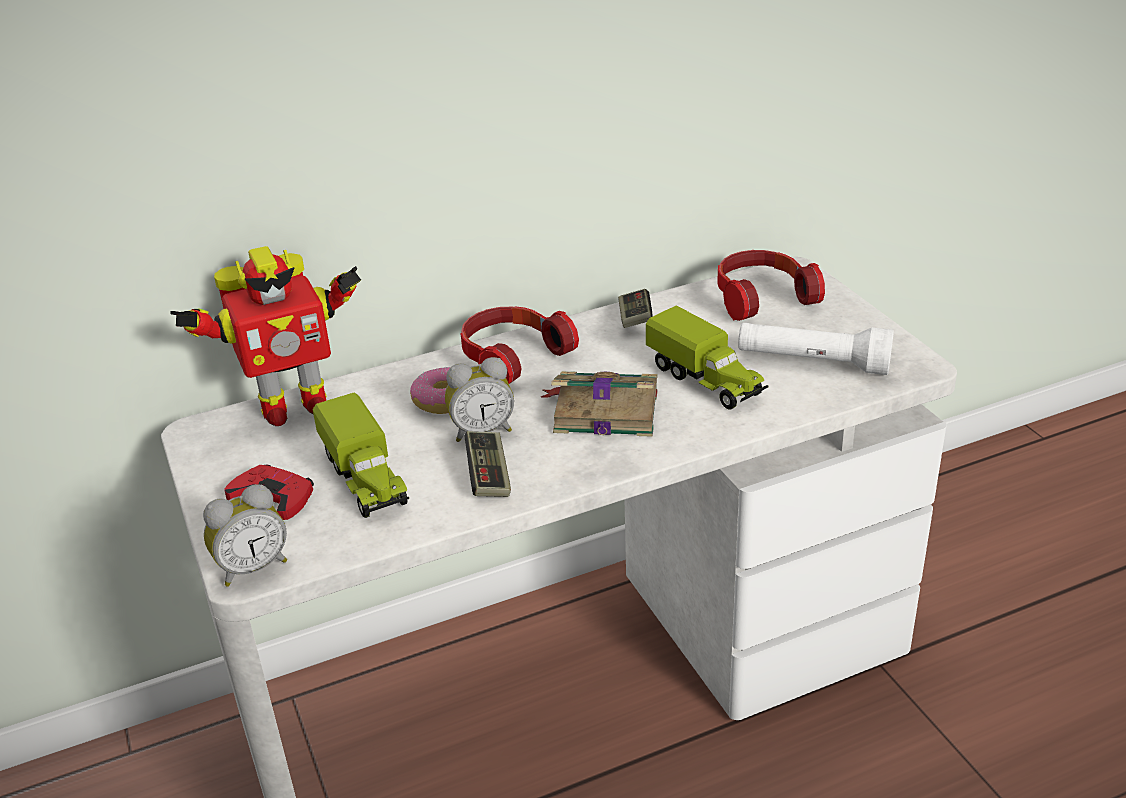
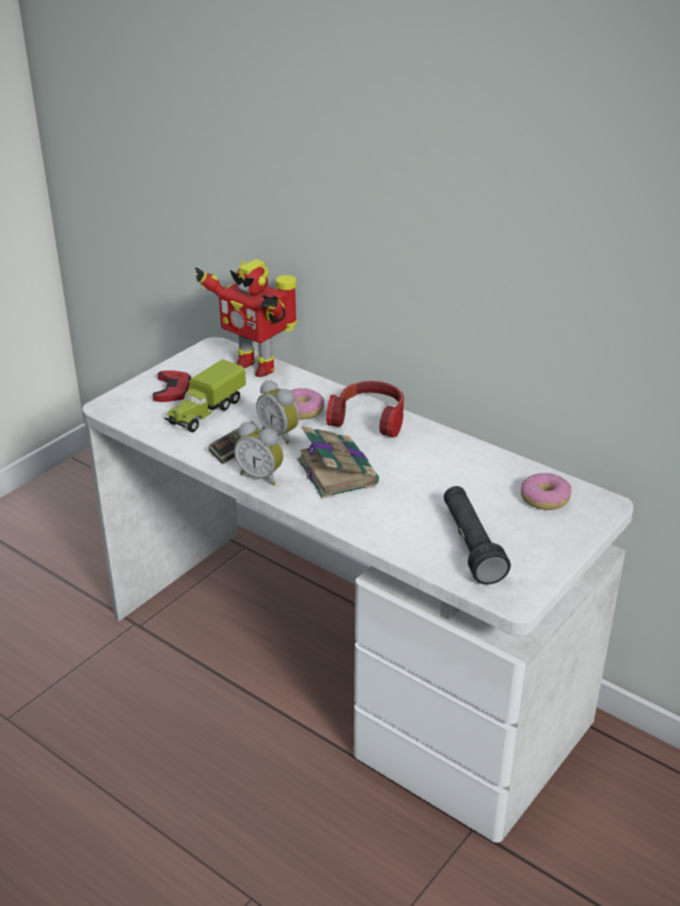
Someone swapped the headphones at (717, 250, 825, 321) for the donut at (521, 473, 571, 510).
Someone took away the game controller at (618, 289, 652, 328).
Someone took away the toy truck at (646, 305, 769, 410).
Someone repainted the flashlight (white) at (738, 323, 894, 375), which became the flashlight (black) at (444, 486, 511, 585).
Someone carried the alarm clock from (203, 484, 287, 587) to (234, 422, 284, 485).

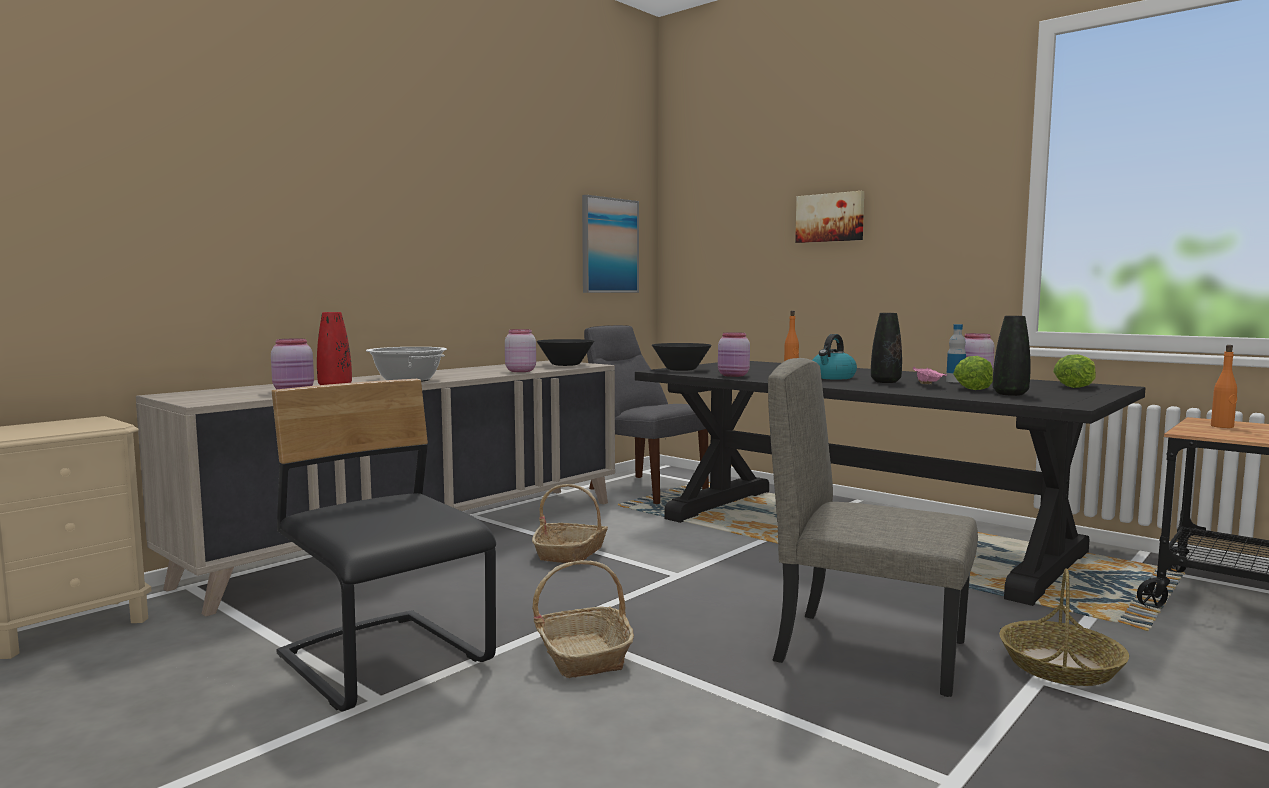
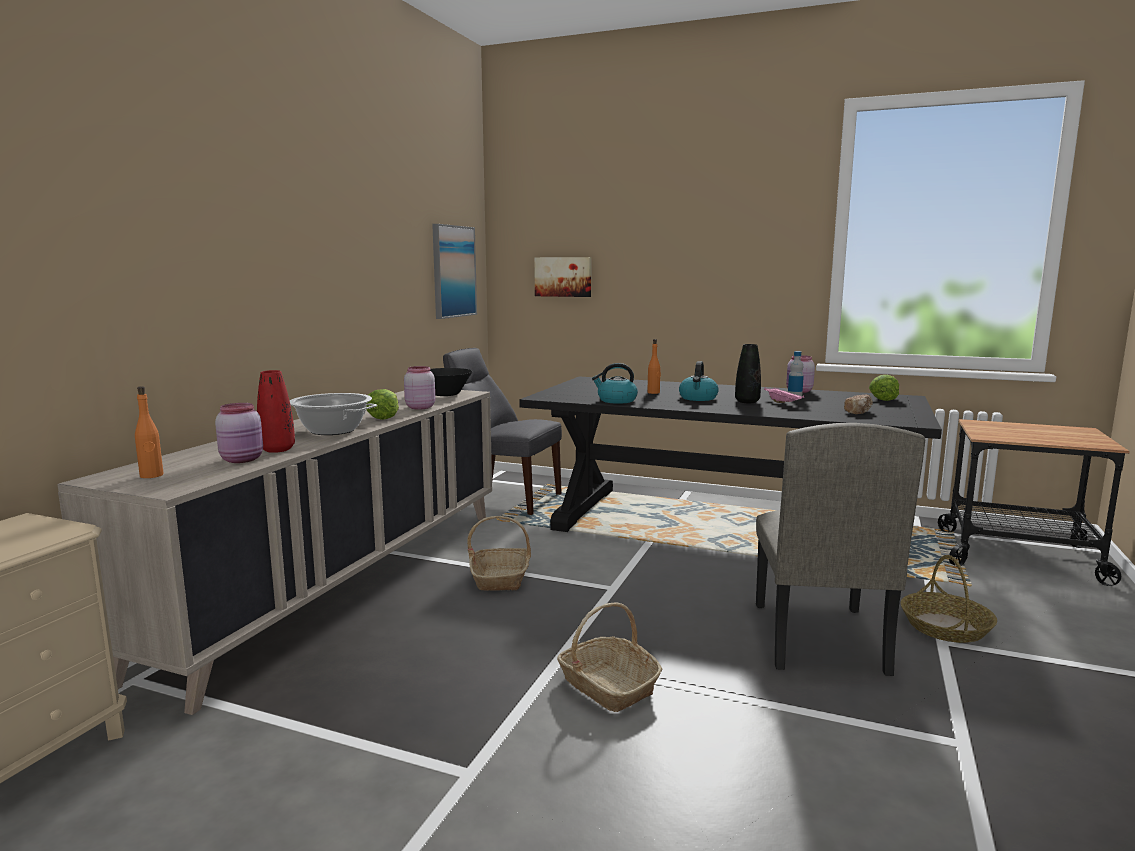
Someone carried the picture from (795, 191, 864, 243) to (534, 257, 591, 297).
Someone swapped the vase (black) at (993, 316, 1030, 396) for the bread at (844, 394, 873, 414).
Someone swapped the jar (pink) at (718, 332, 750, 377) for the kettle at (592, 363, 638, 404).
Someone took away the bowl (black) at (652, 343, 712, 371).
Someone carried the bottle (orange) from (1211, 345, 1237, 428) to (135, 386, 164, 478).
Someone carried the lettuce from (953, 356, 993, 390) to (366, 389, 399, 420).
Someone rotated the chair (beige) at (768, 358, 978, 697) by 90 degrees counterclockwise.
Someone took away the chair (black) at (272, 379, 496, 711).

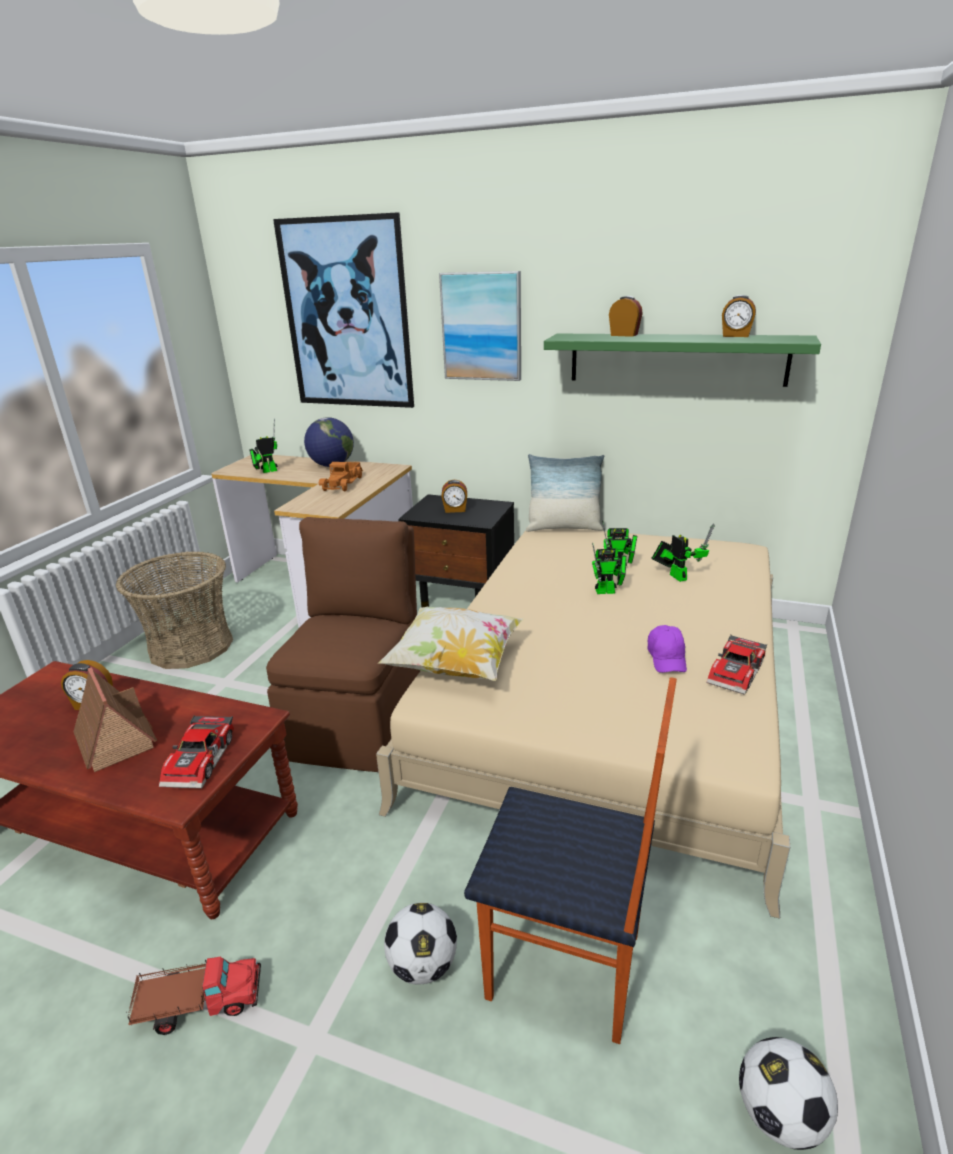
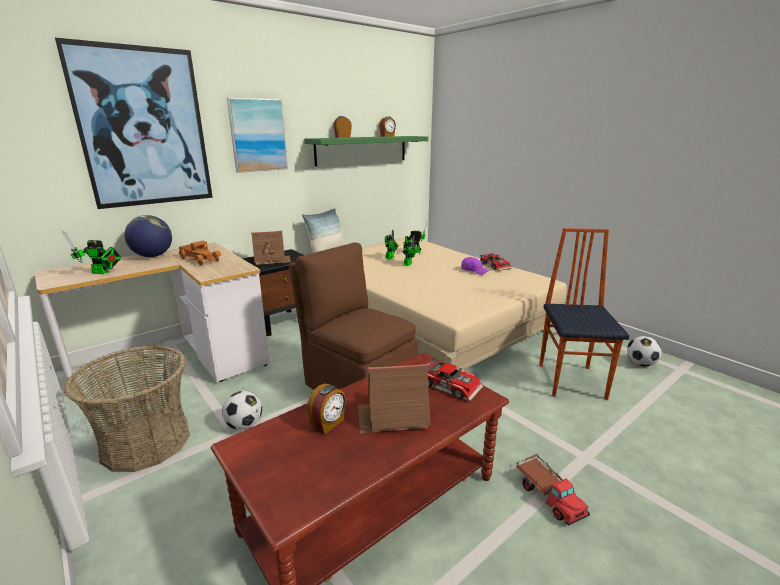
Someone rotated the toy robot at (249, 418, 278, 473) by 90 degrees counterclockwise.
Someone swapped the alarm clock at (441, 480, 467, 513) for the toy house at (251, 231, 291, 265).
Someone took away the pillow at (378, 607, 524, 681).
Someone rotated the chair at (464, 677, 677, 1044) by 45 degrees counterclockwise.
Someone carried the football from (384, 903, 457, 984) to (222, 391, 262, 430).
Someone rotated the toy truck at (127, 957, 261, 1035) by 135 degrees clockwise.

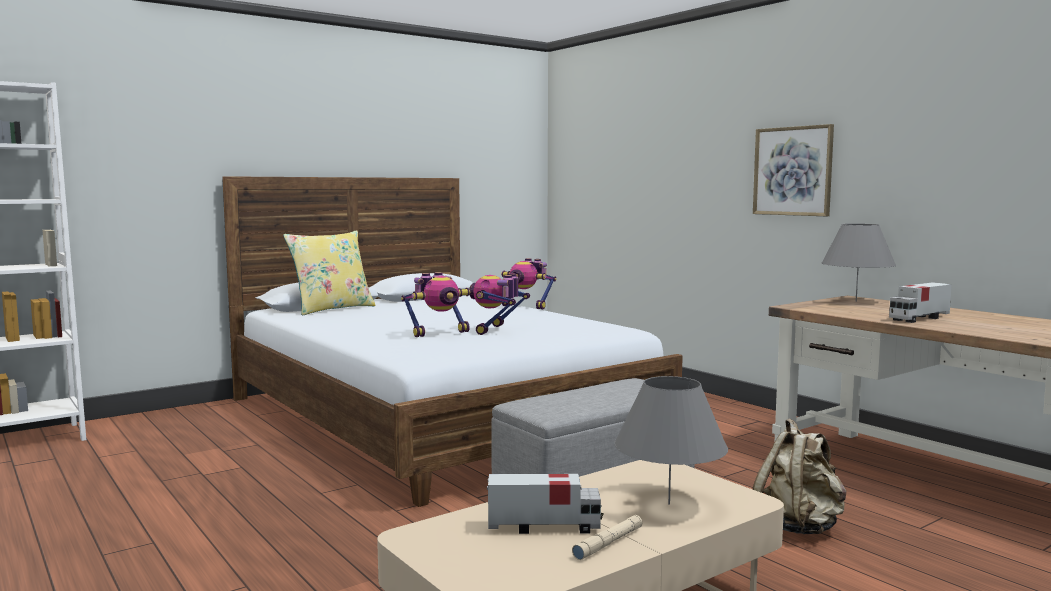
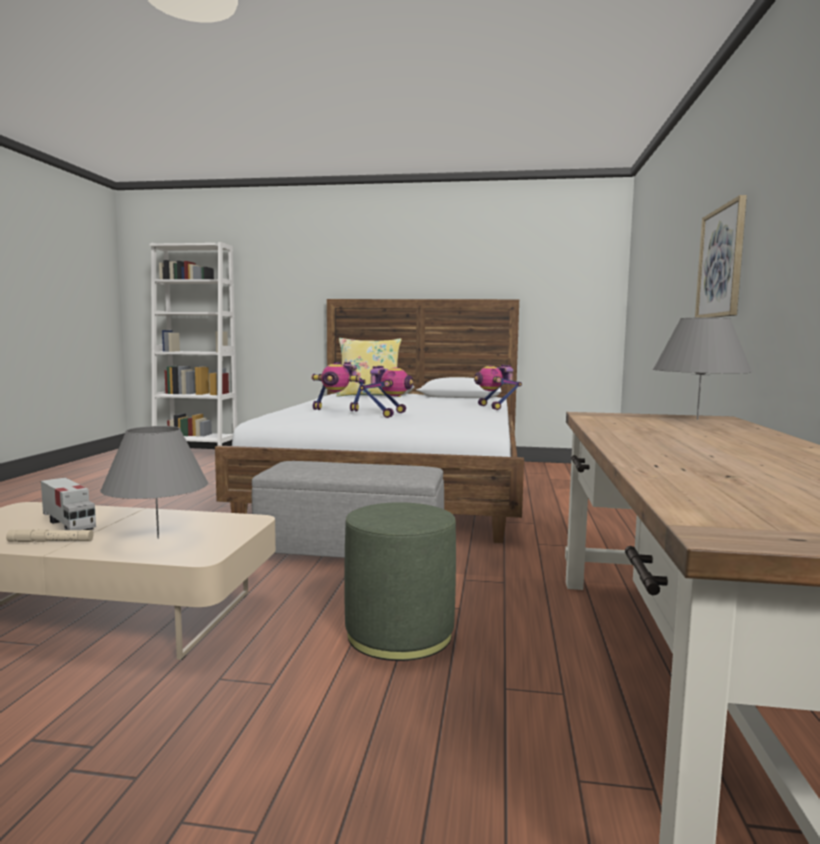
Someone rotated the toy robot at (469, 274, 530, 335) by 135 degrees clockwise.
Someone took away the toy truck at (889, 282, 952, 323).
Someone swapped the backpack (beige) at (753, 418, 847, 534) for the ottoman (green) at (344, 502, 456, 661).

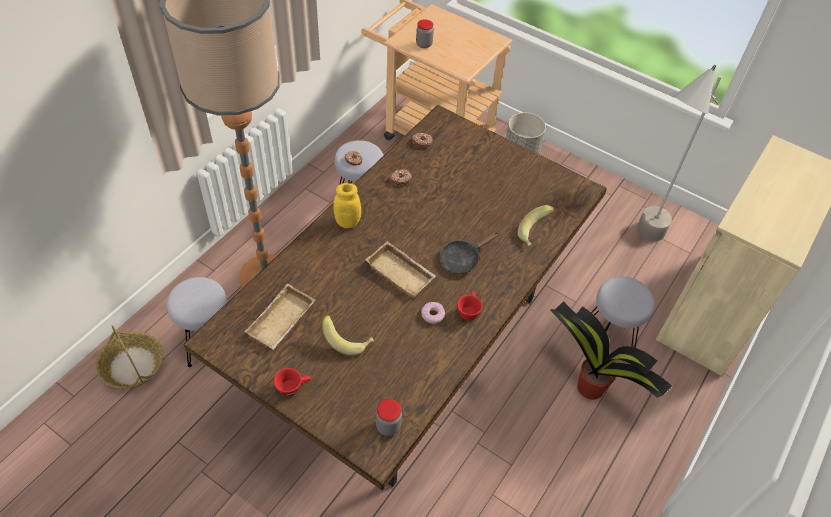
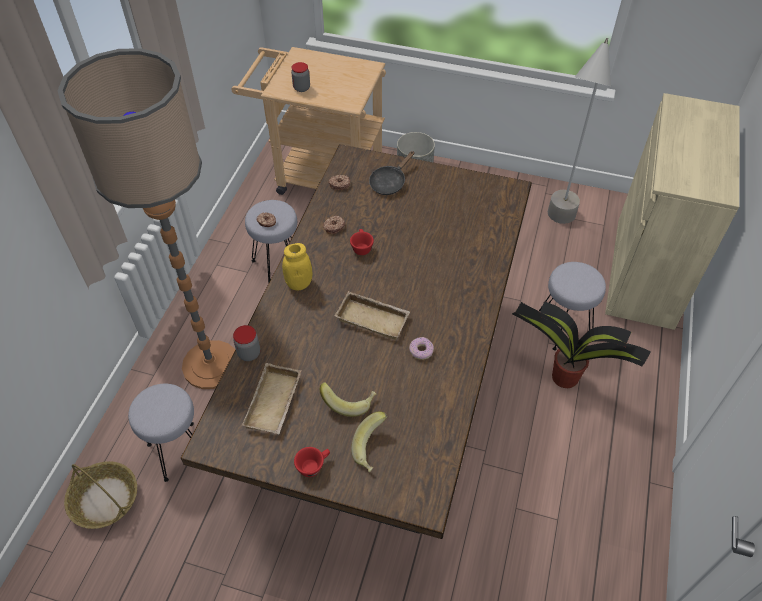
Someone carried the banana from (518, 205, 554, 246) to (351, 412, 387, 472).
Someone carried the frying pan (black) from (439, 231, 500, 274) to (369, 151, 414, 195).
Someone carried the cup (red) from (457, 291, 483, 320) to (350, 229, 374, 255).
Someone carried the jar from (376, 399, 402, 436) to (233, 325, 260, 361).

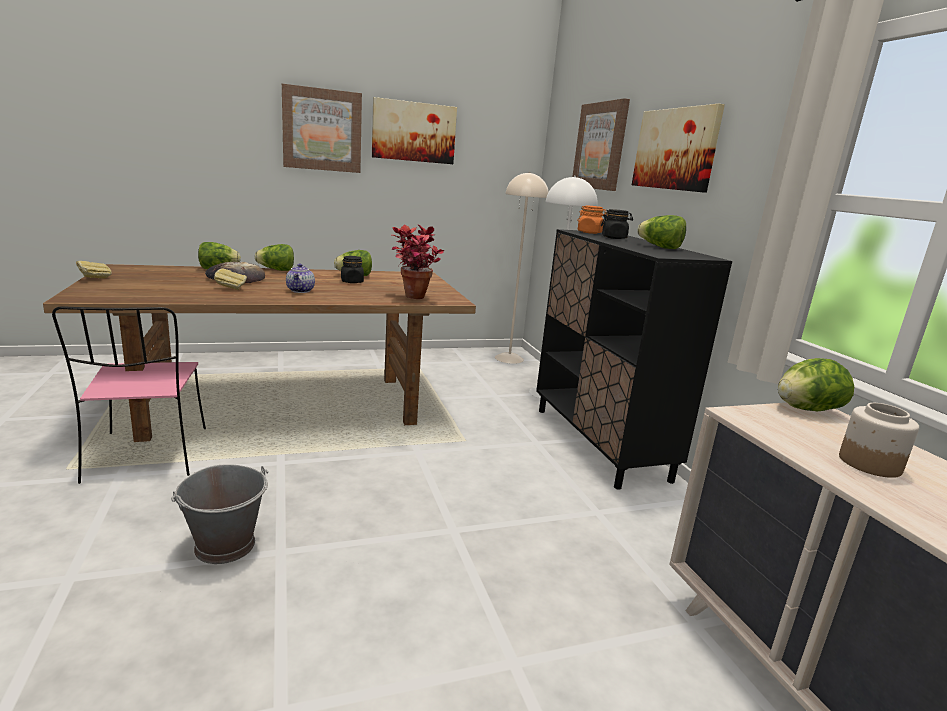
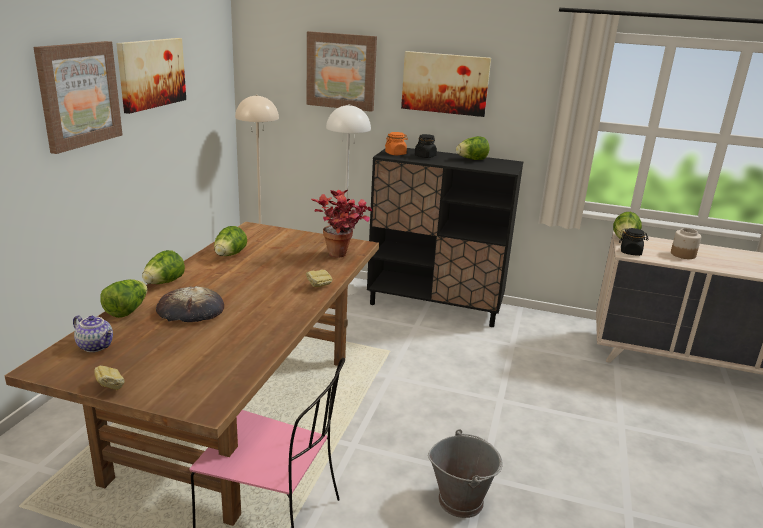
Someone carried the jar (black) from (341, 256, 364, 283) to (619, 228, 649, 256).
Someone carried the teapot from (286, 264, 315, 293) to (73, 315, 113, 352).
Someone carried the bread from (214, 268, 247, 290) to (306, 269, 332, 287).

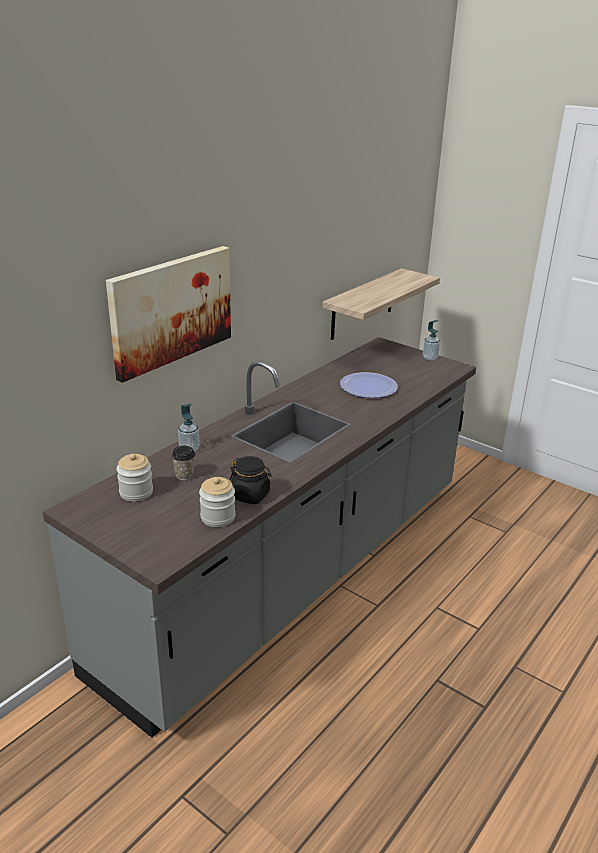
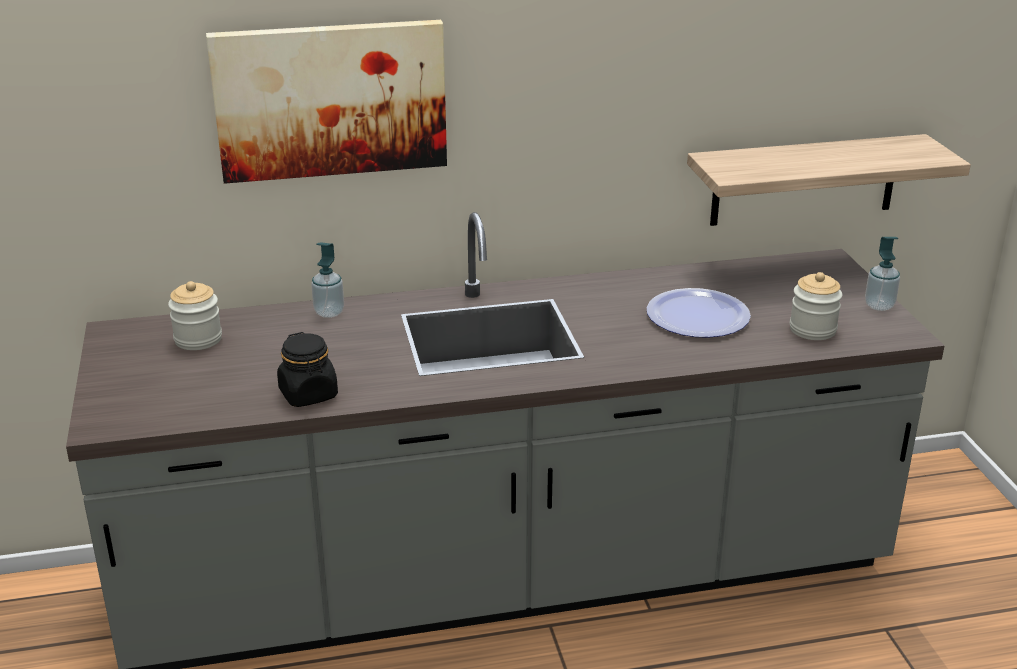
Someone took away the cup at (172, 446, 195, 481).
Someone carried the jar from (199, 477, 236, 527) to (790, 272, 842, 340).

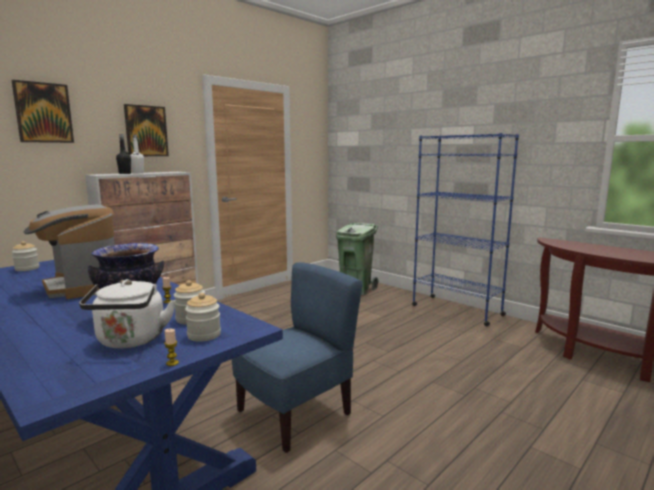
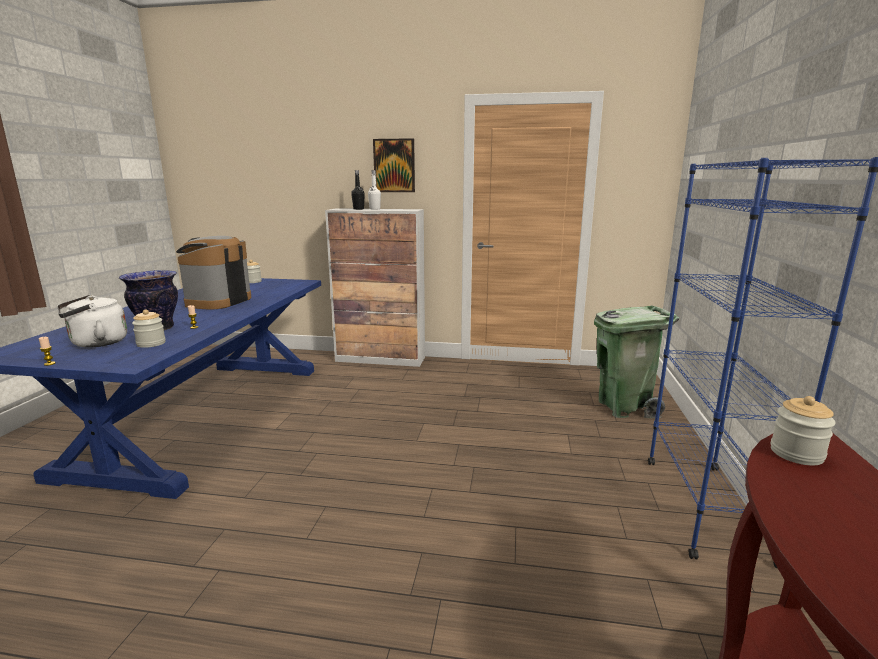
Someone took away the picture at (11, 80, 74, 143).
Someone took away the chair (blue) at (232, 262, 363, 453).
Someone carried the jar from (185, 293, 221, 342) to (771, 396, 836, 466).

